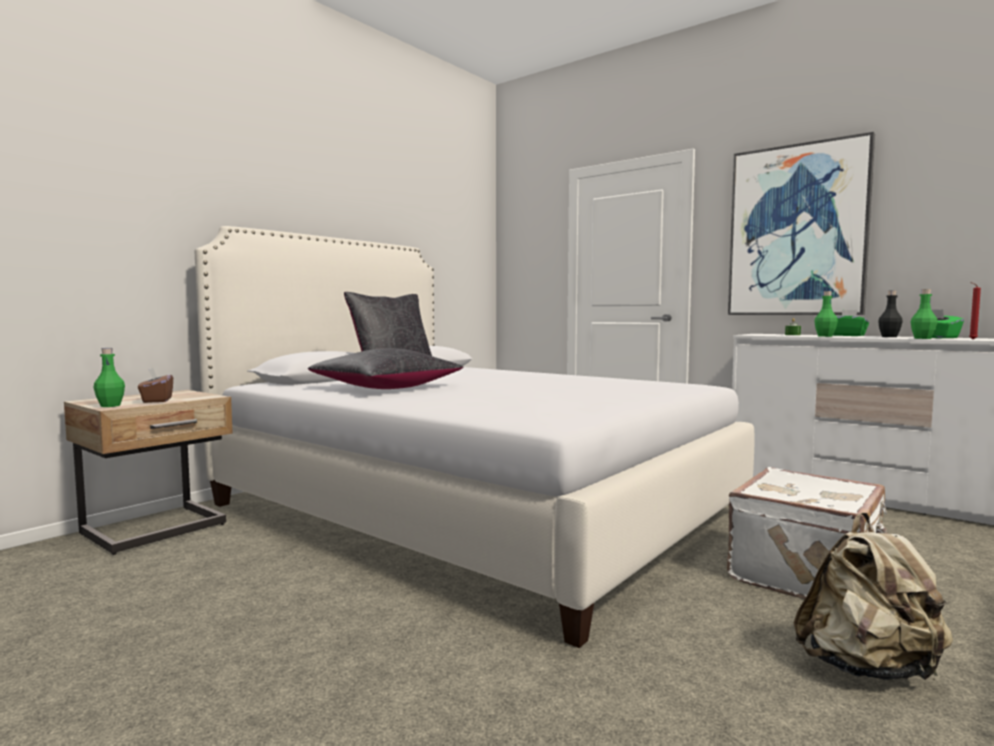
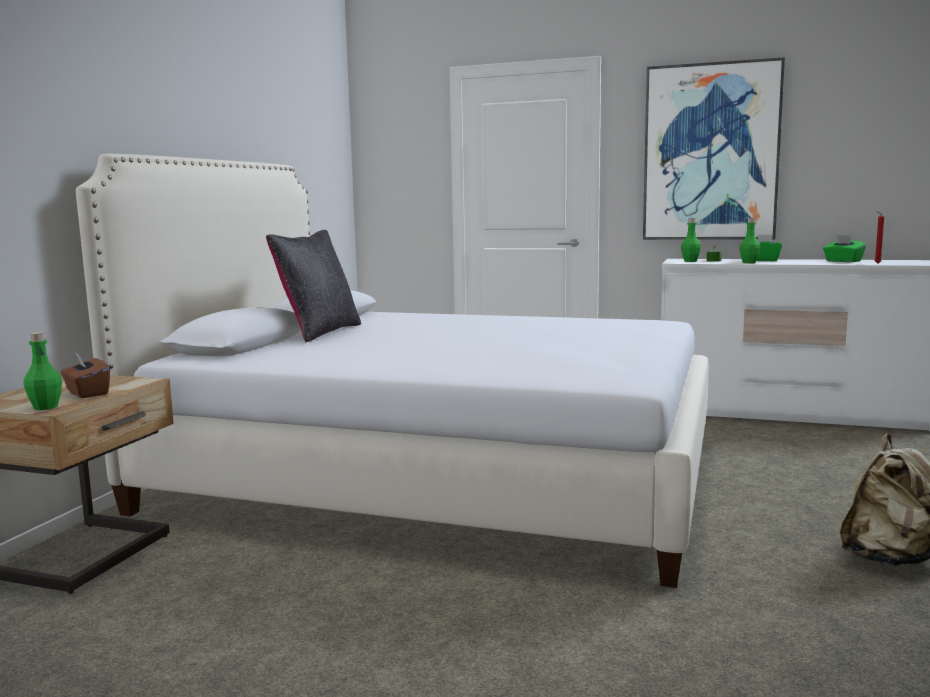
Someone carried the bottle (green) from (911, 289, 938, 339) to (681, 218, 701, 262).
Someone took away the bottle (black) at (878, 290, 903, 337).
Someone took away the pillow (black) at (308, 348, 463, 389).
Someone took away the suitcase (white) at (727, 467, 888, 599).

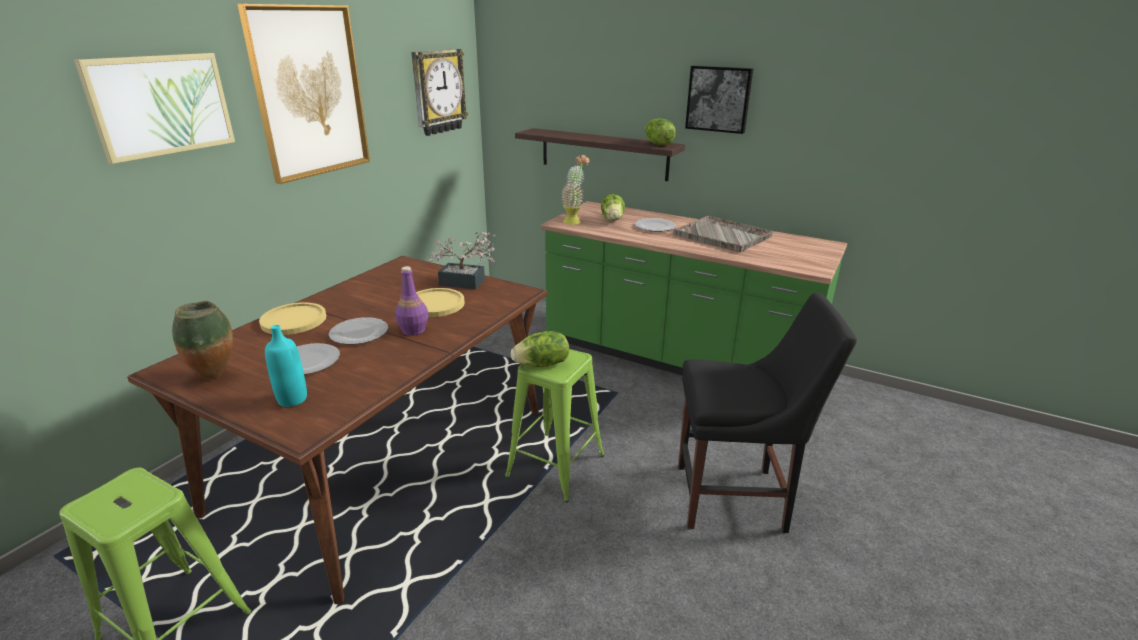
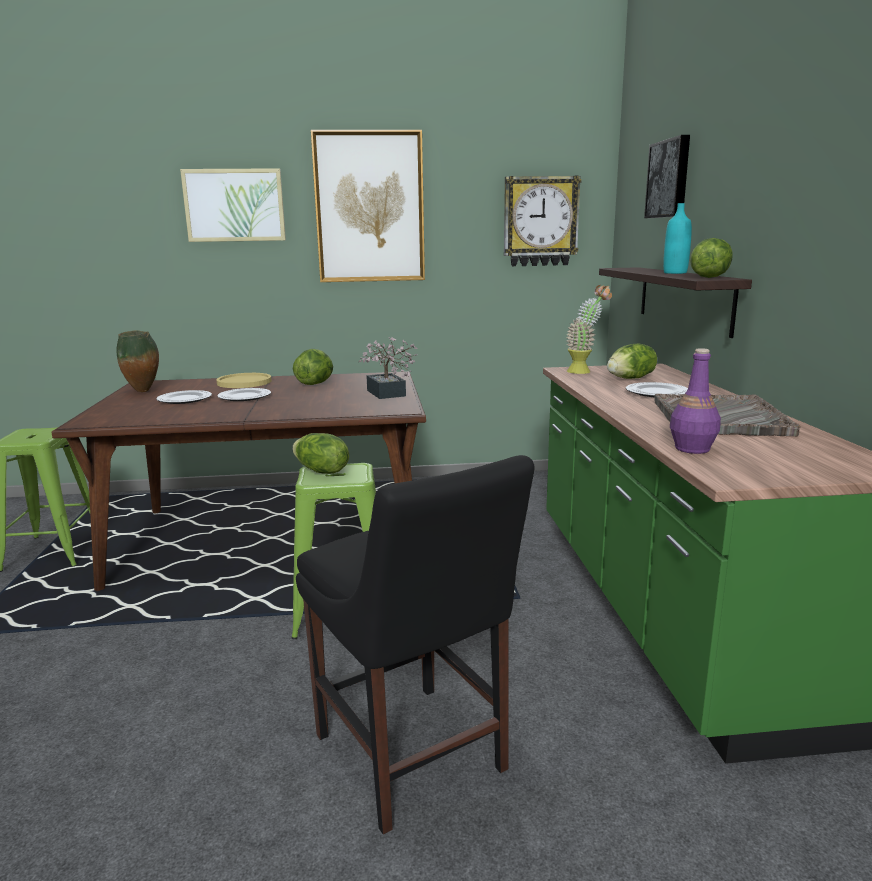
Someone carried the picture from (685, 65, 753, 134) to (644, 135, 690, 218).
Someone carried the bottle (purple) from (395, 266, 428, 336) to (670, 348, 721, 454).
Someone took away the plate (yellow) at (416, 288, 465, 317).
Someone carried the bottle (turquoise) from (265, 325, 307, 407) to (663, 203, 692, 274).
Someone put down the lettuce at (293, 349, 333, 385).

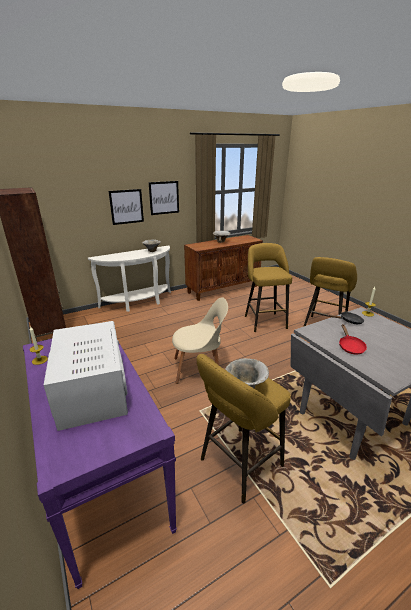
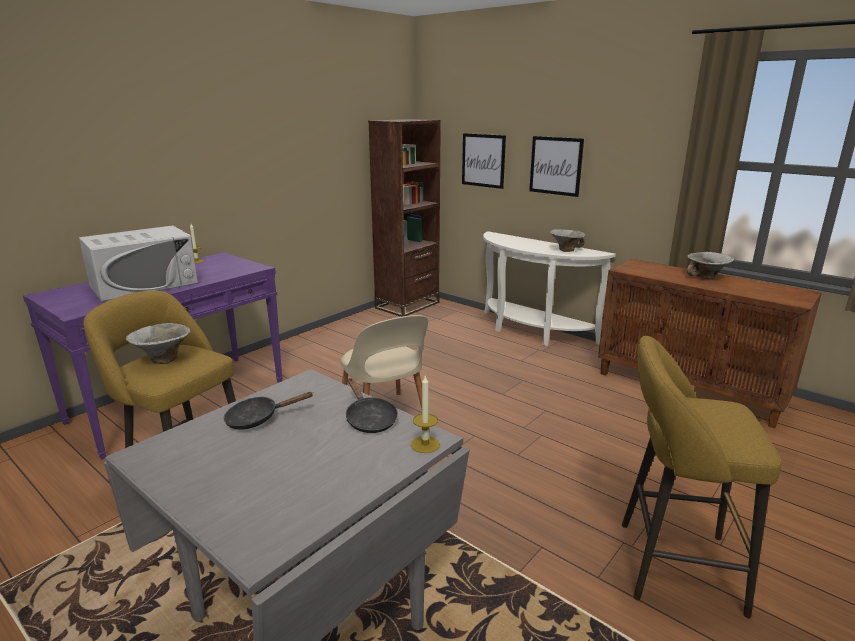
Someone carried the picture from (149, 181, 179, 215) to (462, 133, 506, 189).
Someone took away the stool (yellow) at (245, 243, 292, 332).
Someone repainted the frying pan (red) at (339, 325, 367, 355), which became the frying pan (black) at (223, 392, 313, 429).

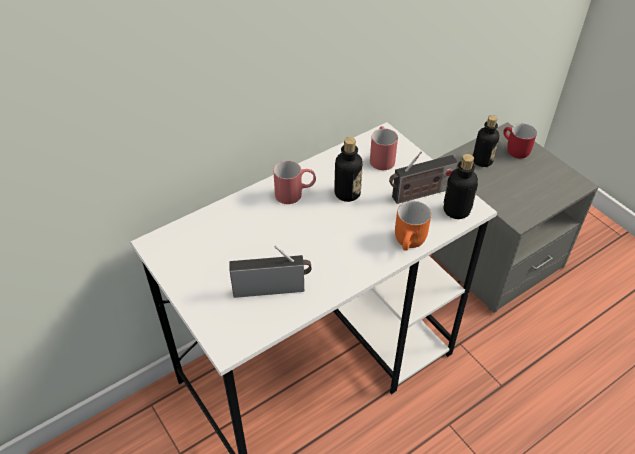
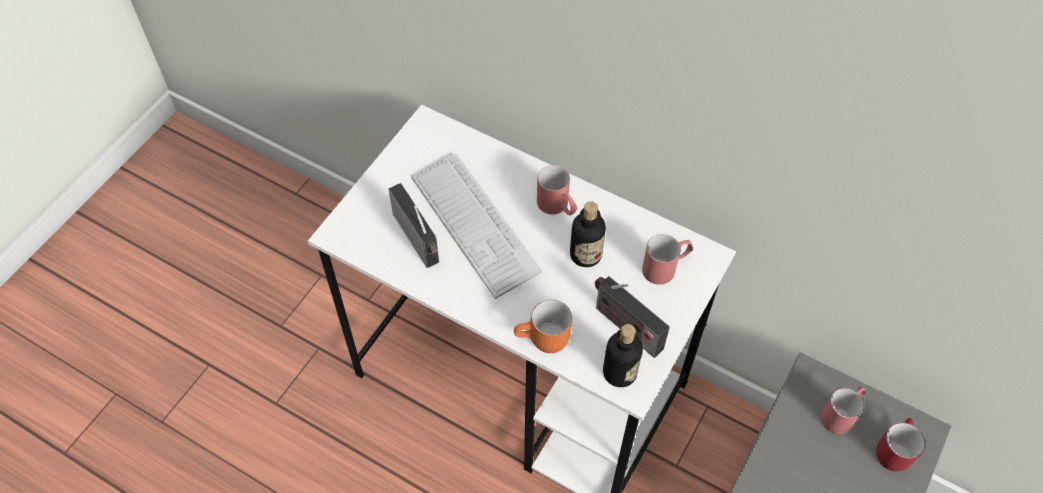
Someone swapped the bottle at (473, 115, 500, 167) for the mug (red) at (821, 386, 866, 434).
Someone put down the keyboard at (411, 153, 543, 299).

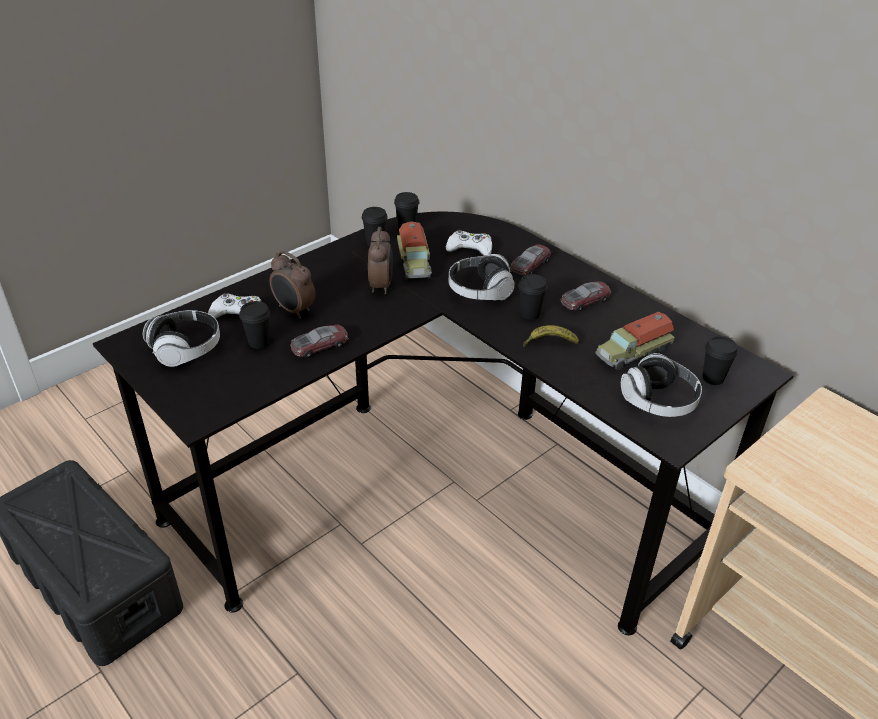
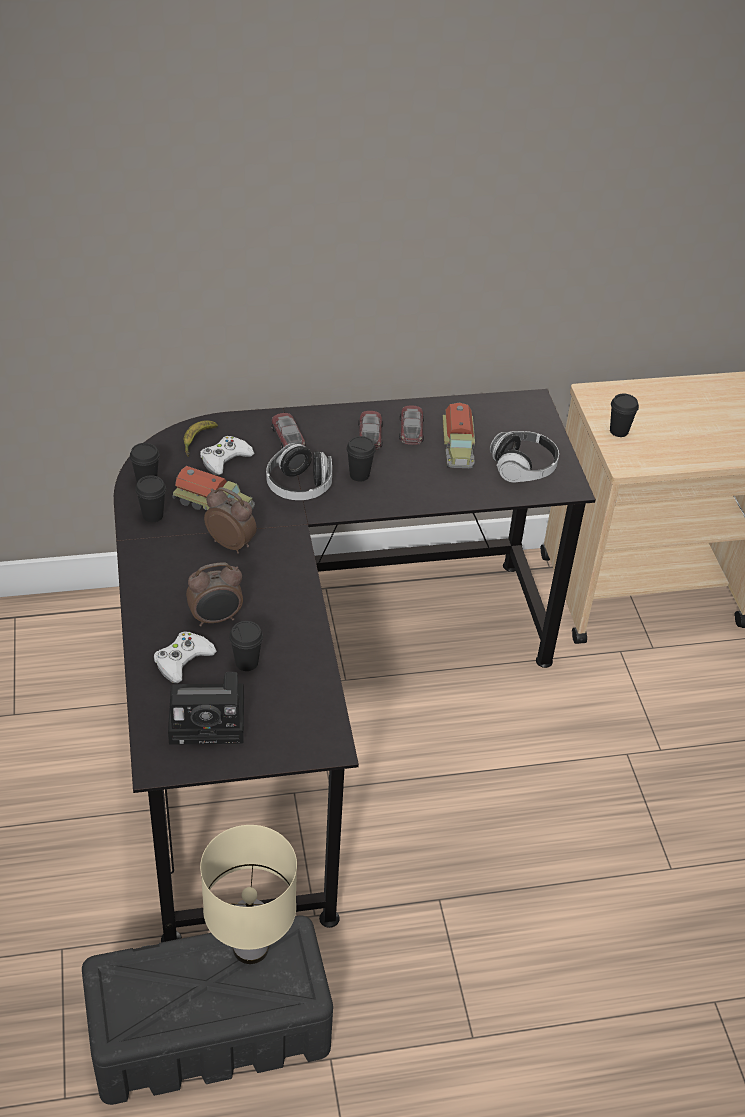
Someone swapped the headphones at (143, 310, 220, 367) for the photo camera at (168, 672, 244, 745).
Someone carried the toy car from (290, 325, 348, 358) to (399, 405, 424, 445).
Someone carried the banana from (523, 325, 579, 347) to (184, 420, 218, 457).
Someone carried the cup (black) from (702, 336, 738, 385) to (610, 394, 639, 437).
Someone put down the table lamp (beige) at (200, 825, 297, 964).

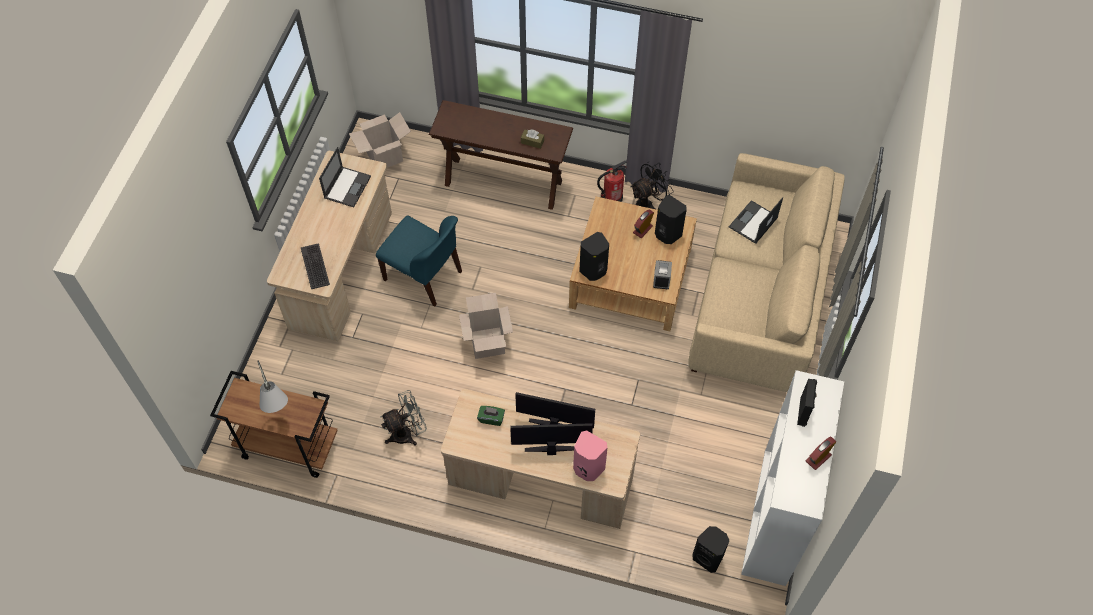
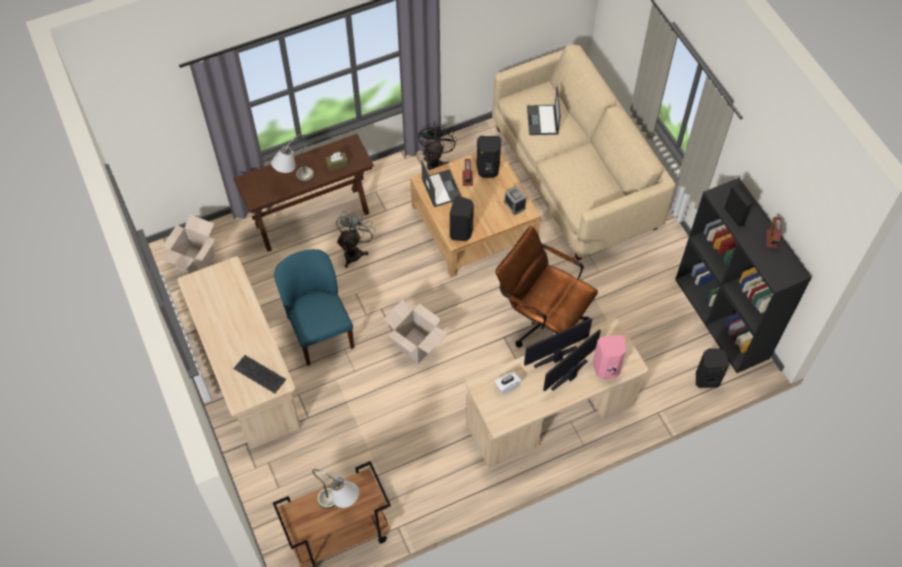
Someone carried the laptop from (319, 147, 371, 207) to (421, 160, 462, 207).
Someone took away the fire extinguisher at (597, 160, 627, 202).
Someone rotated the chair (blue) at (376, 215, 462, 306) by 105 degrees counterclockwise.
Someone repainted the bookcase (white) at (741, 370, 844, 586), which became the bookcase (black) at (675, 178, 812, 373).
Someone carried the fan (grey) from (381, 390, 427, 446) to (336, 211, 376, 268).
Someone repainted the tissue box (green) at (477, 406, 505, 426), which became the tissue box (white) at (494, 371, 522, 395).
Someone put down the table lamp (grey) at (271, 134, 314, 183).
Someone put down the office chair (brown) at (495, 226, 598, 348).

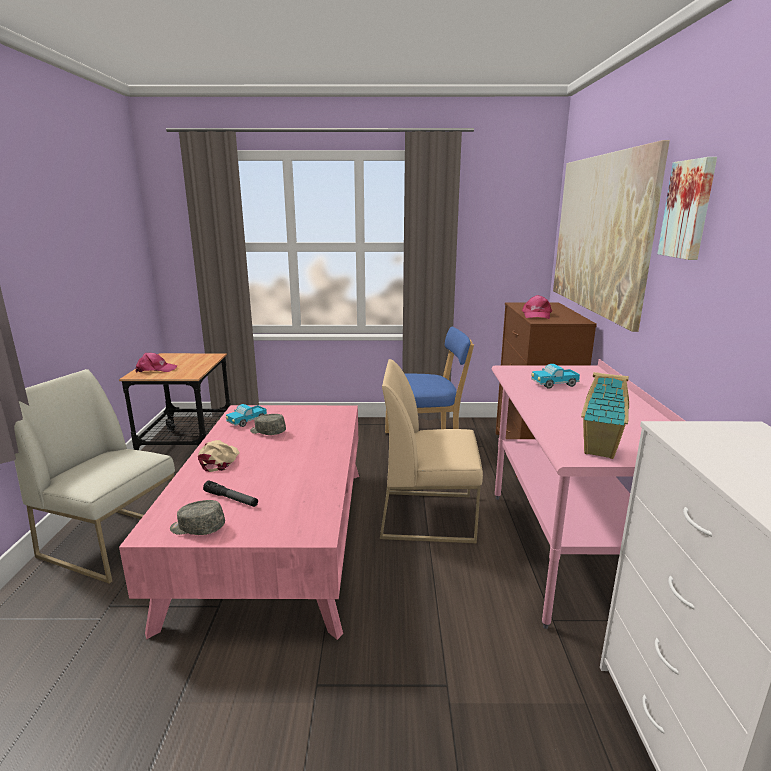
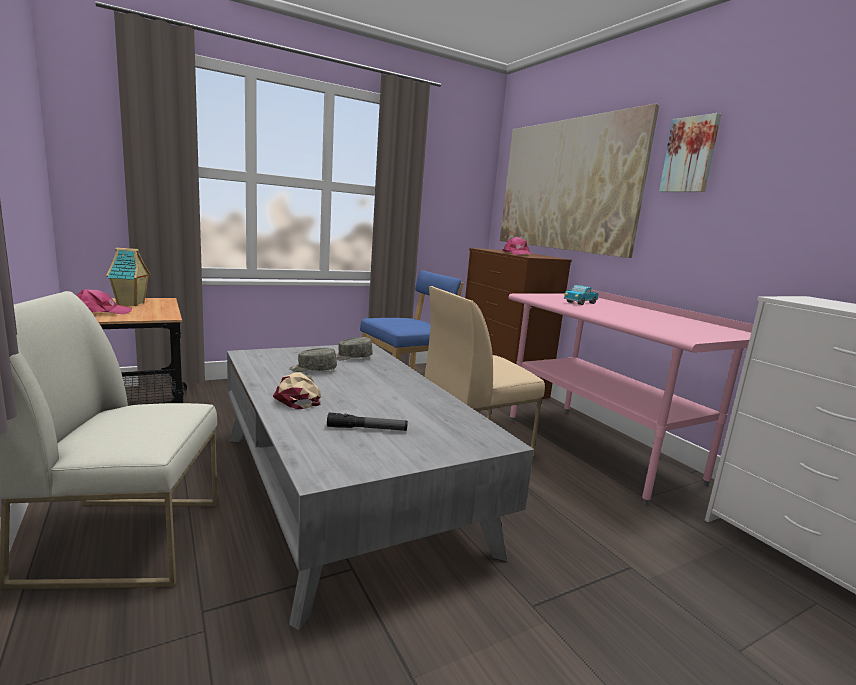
Someone carried the toy house from (581, 372, 629, 459) to (106, 247, 151, 306).
Someone took away the toy truck at (226, 404, 267, 427).
Someone repainted the coffee table (pink) at (119, 405, 359, 640), which became the coffee table (grey) at (227, 343, 534, 630).
Someone carried the cap (grey) from (170, 500, 225, 535) to (336, 337, 373, 360).

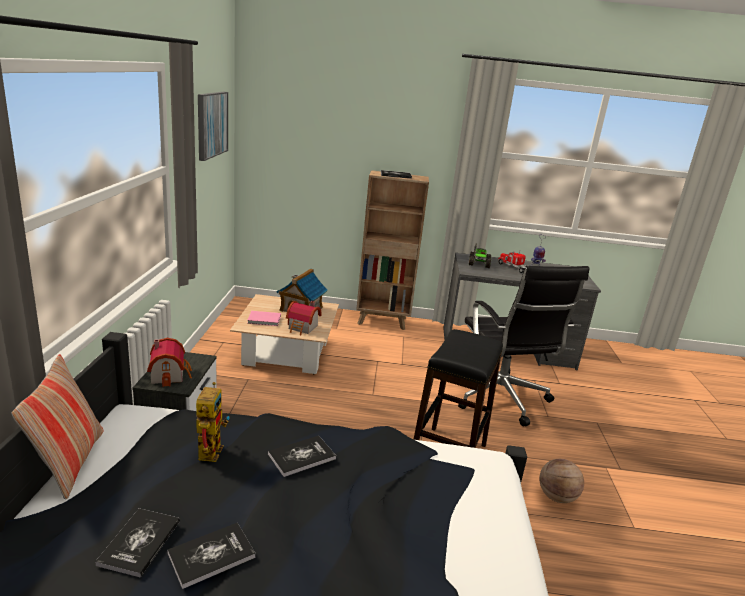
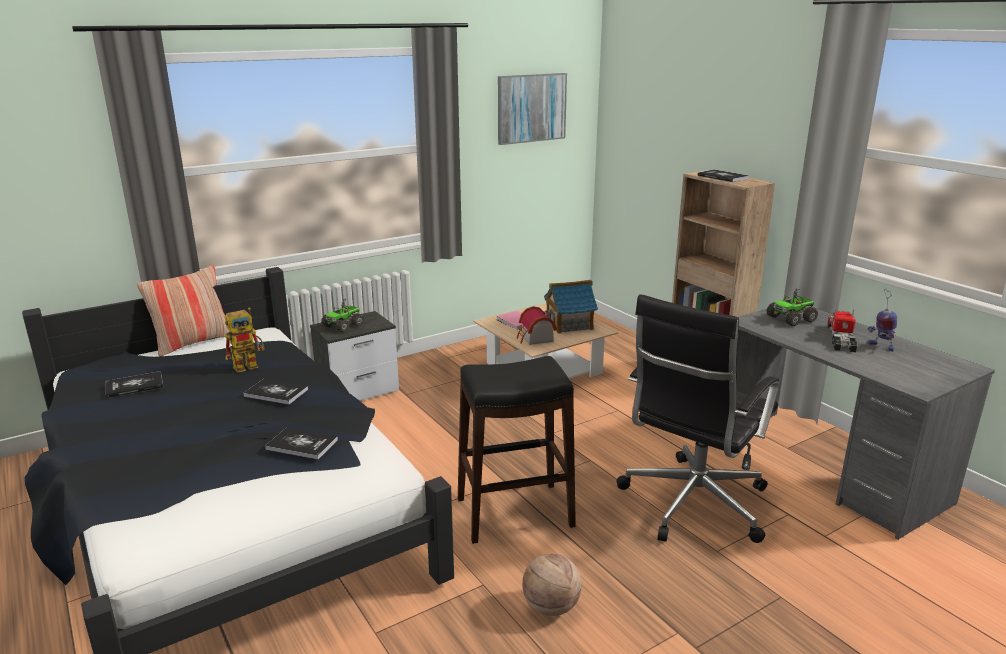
Someone swapped the toy house at (147, 338, 192, 387) for the toy truck at (321, 298, 364, 332).
Someone carried the book from (167, 523, 256, 589) to (265, 427, 338, 460).

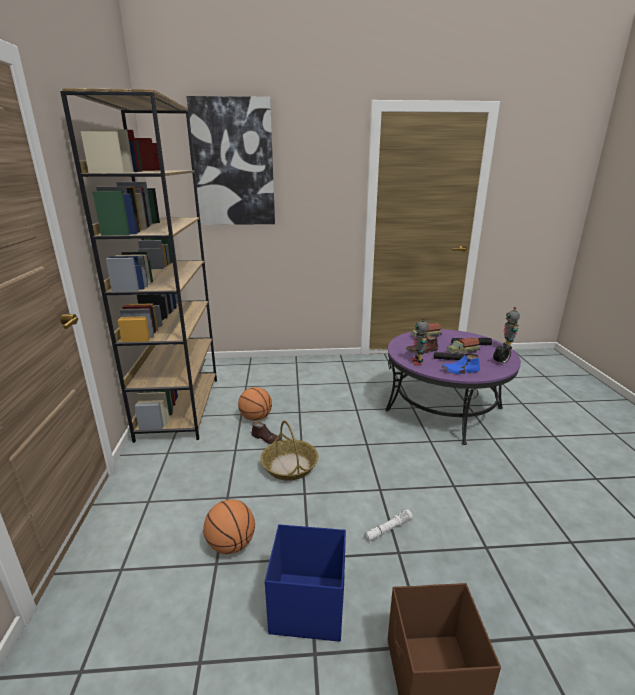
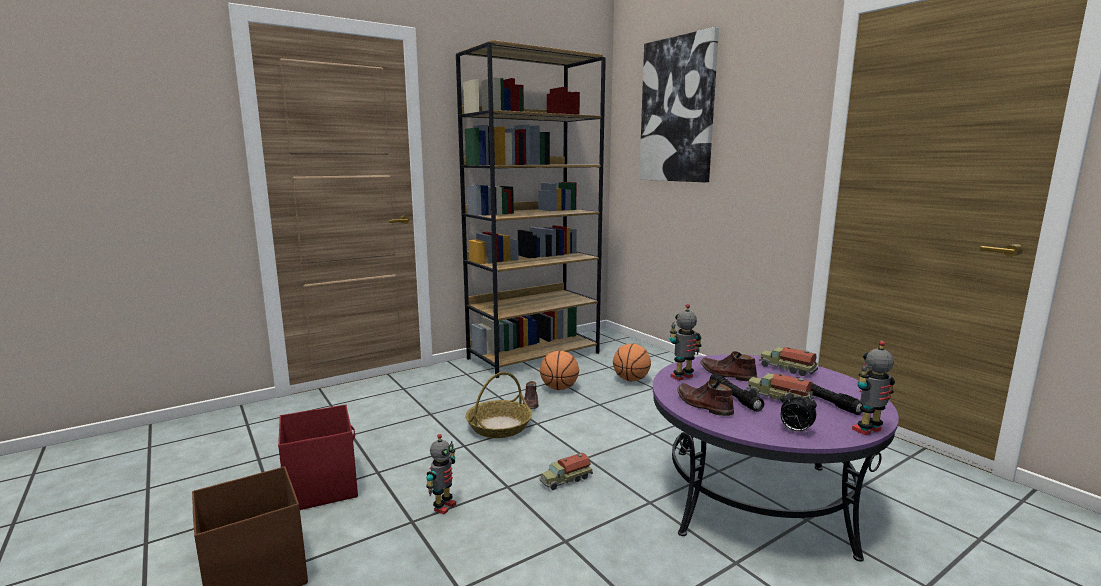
Someone repainted the shoe (blue) at (442, 355, 480, 374), which became the shoe (brown) at (677, 379, 734, 416).
Someone carried the basketball from (203, 500, 255, 554) to (613, 343, 651, 381).
Someone swapped the flashlight (white) at (364, 510, 413, 541) for the toy robot at (426, 434, 456, 515).
Someone repainted the storage box (blue) at (265, 524, 346, 642), which became the storage box (red) at (278, 404, 358, 510).
Someone put down the toy truck at (539, 453, 593, 490).

